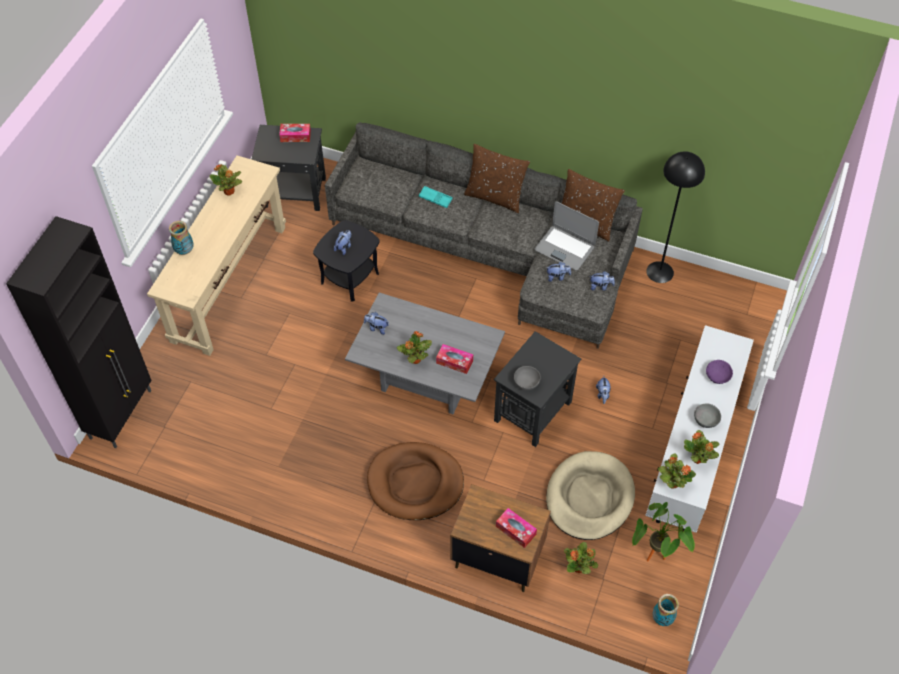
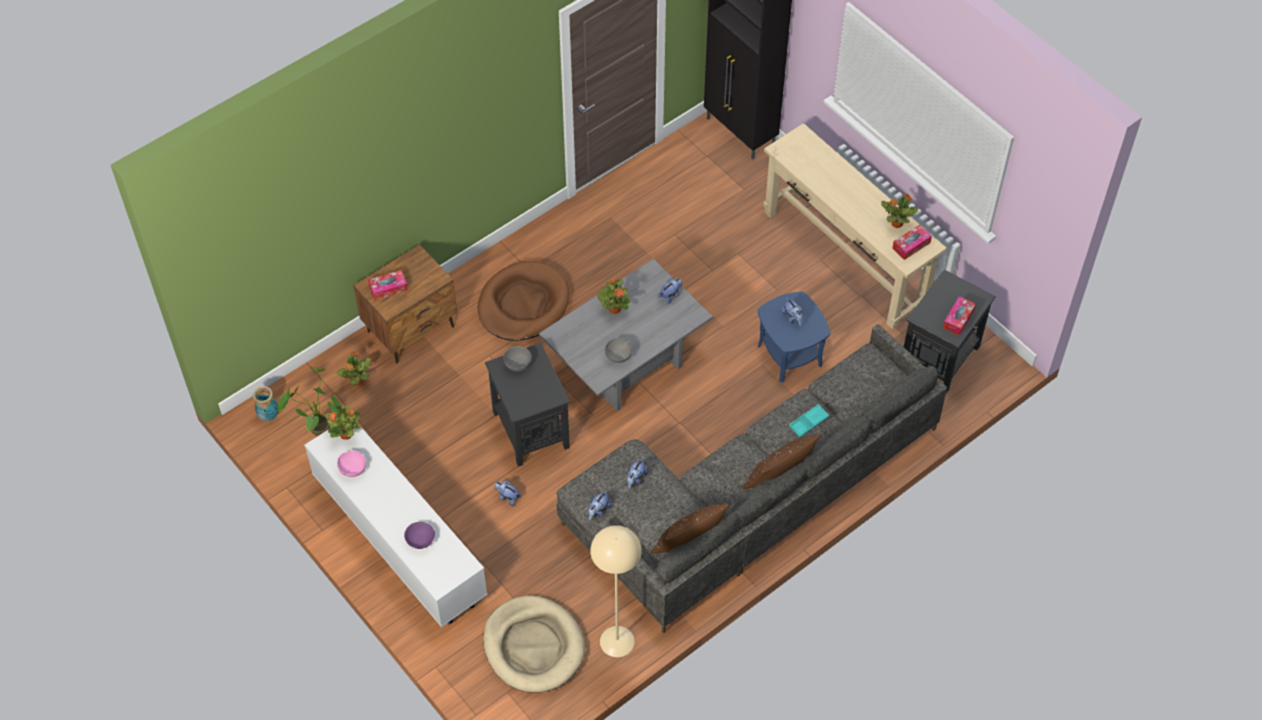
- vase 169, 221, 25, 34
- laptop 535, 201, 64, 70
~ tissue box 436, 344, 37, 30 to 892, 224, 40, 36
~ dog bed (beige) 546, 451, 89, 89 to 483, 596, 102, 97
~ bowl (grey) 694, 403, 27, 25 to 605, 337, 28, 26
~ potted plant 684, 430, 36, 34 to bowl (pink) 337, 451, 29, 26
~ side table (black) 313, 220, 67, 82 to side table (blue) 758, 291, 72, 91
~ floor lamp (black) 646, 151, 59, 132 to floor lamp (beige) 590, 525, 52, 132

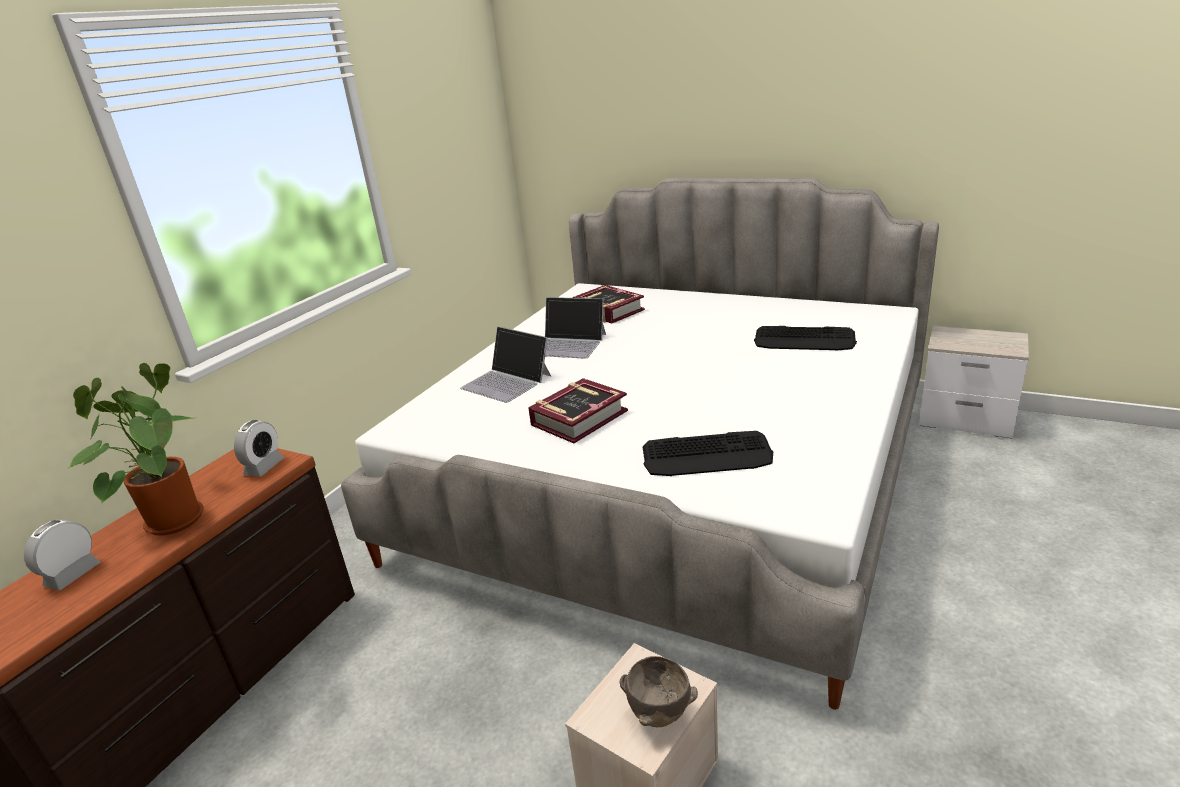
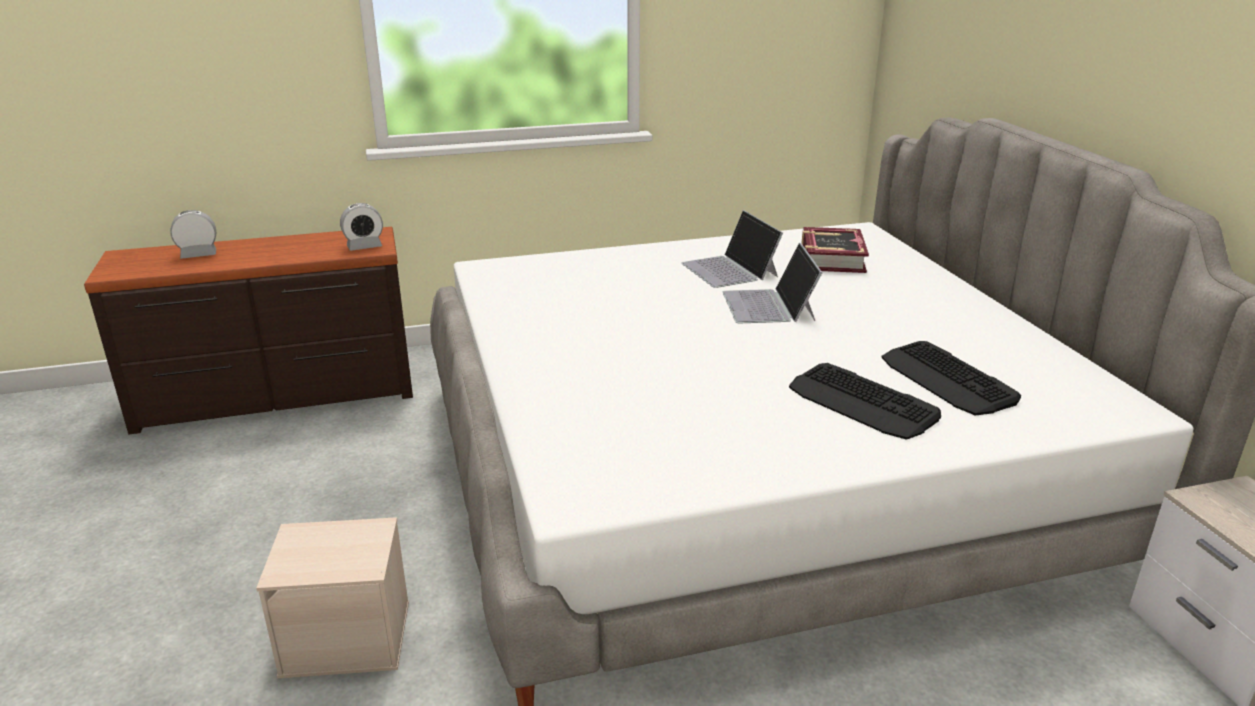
- potted plant 68, 363, 136, 173
- book 528, 378, 100, 65
- bowl (brown) 620, 656, 78, 71
~ laptop 460, 326, 91, 77 to 723, 243, 99, 81
~ keyboard 643, 431, 130, 45 to 789, 363, 152, 77

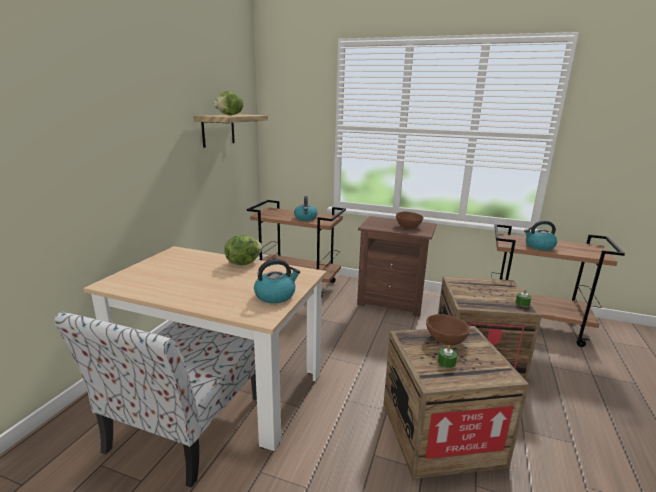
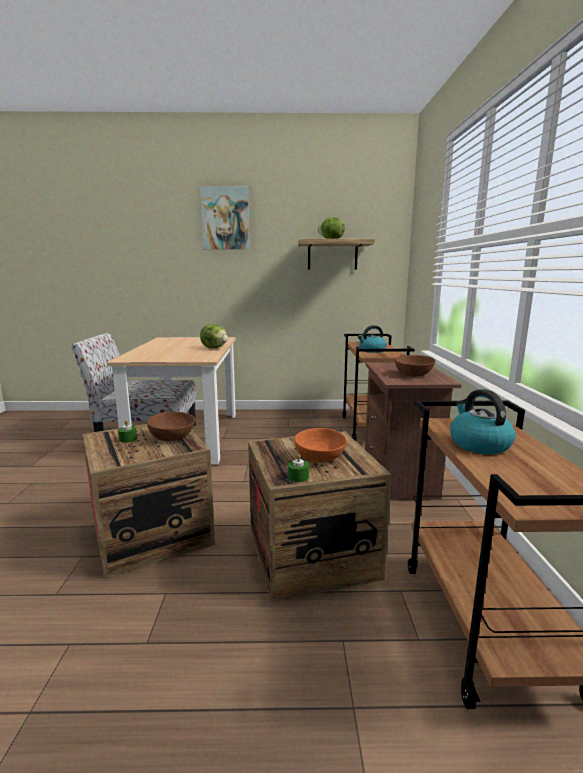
- kettle 254, 259, 46, 44
+ picture 200, 186, 50, 64
+ bowl (orange) 294, 428, 53, 35

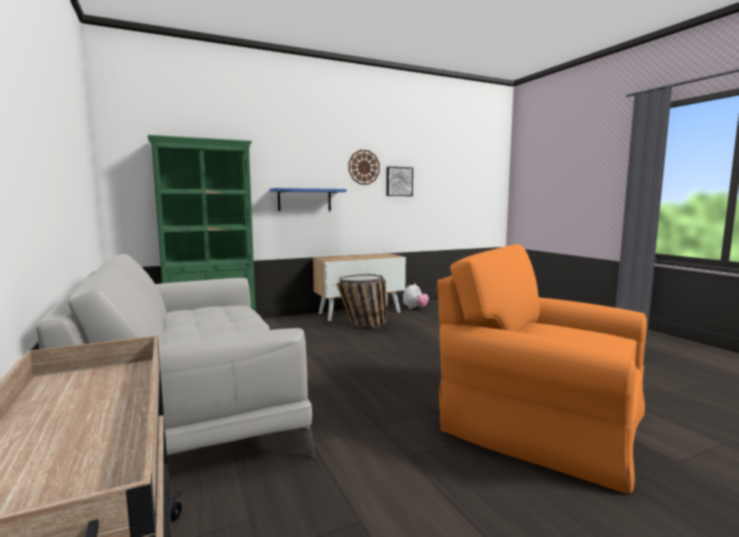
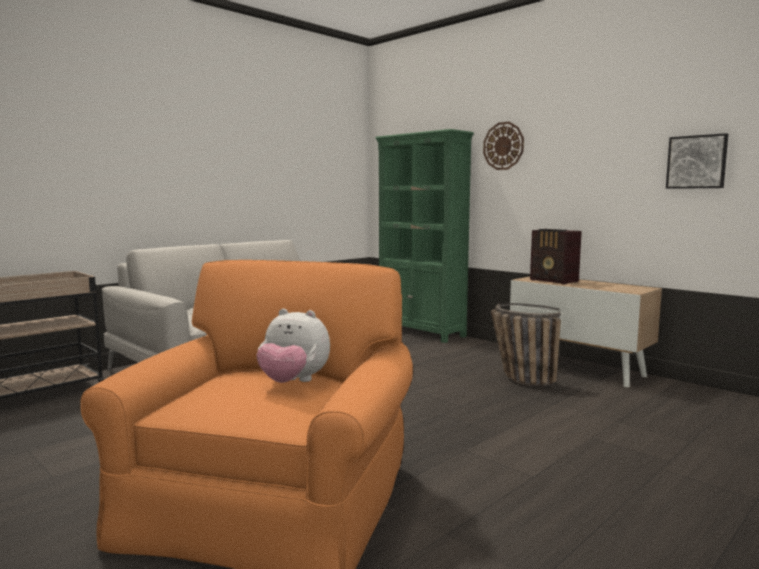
- shelf (blue) 269, 188, 78, 23
+ radio 530, 229, 52, 55
~ wall clock 349, 150, 31, 35 to 483, 122, 41, 48
~ plush toy 403, 283, 26, 26 to 256, 309, 74, 74

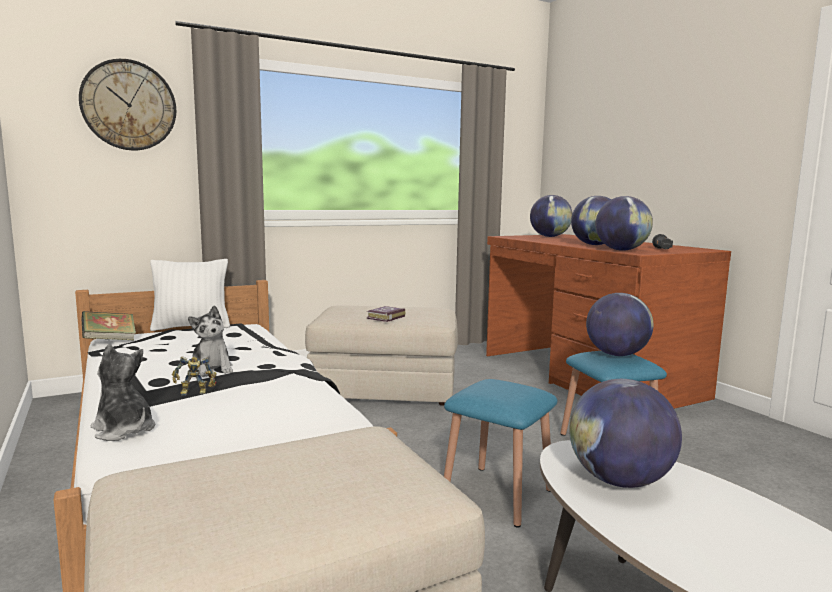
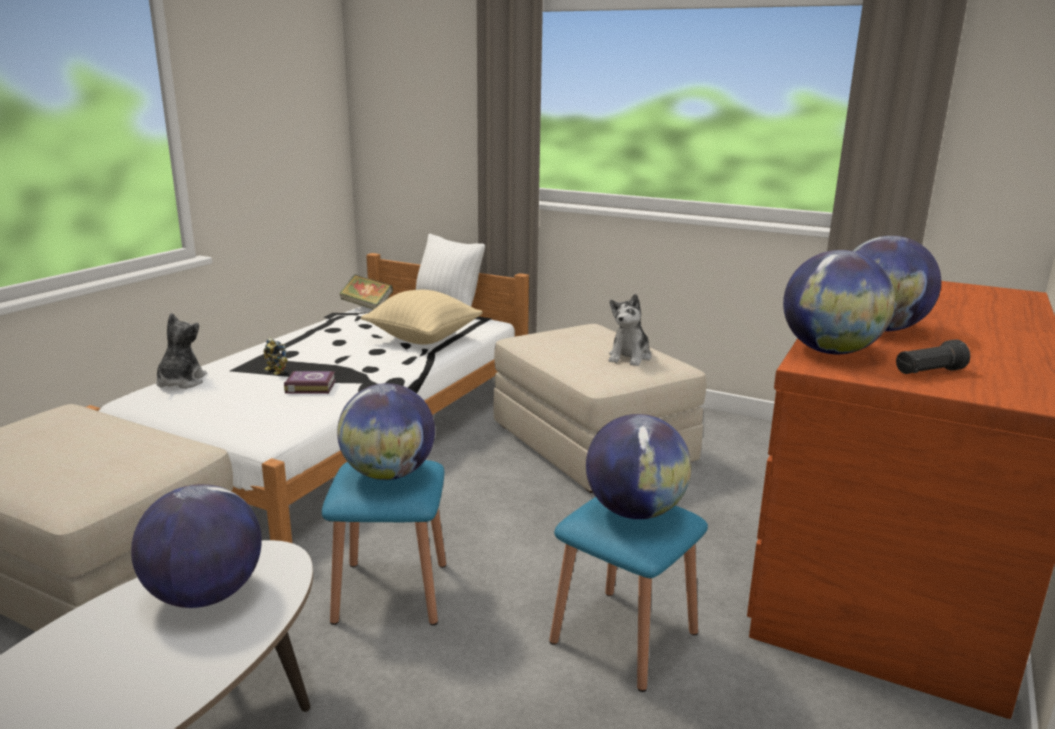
- wall clock 79, 59, 97, 91
+ pillow (beige) 361, 290, 122, 55
~ plush toy 188, 305, 45, 72 to 609, 294, 42, 72
~ book 367, 306, 38, 16 to 284, 371, 52, 23
~ globe 530, 195, 42, 42 to 337, 383, 98, 97

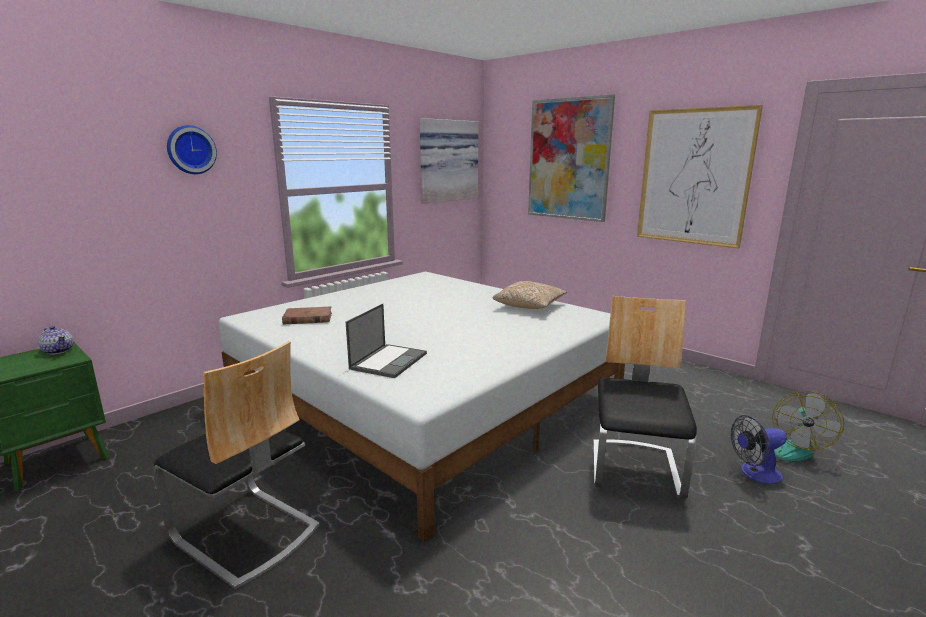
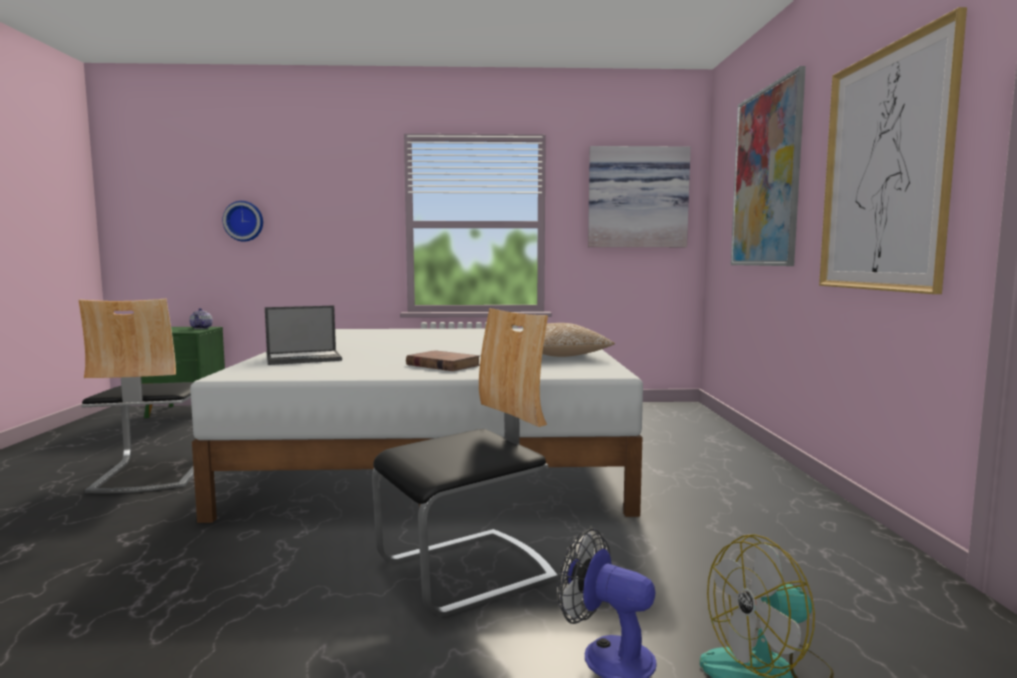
~ wall clock 167, 125, 50, 49 to 222, 201, 41, 41
~ book (brown) 282, 306, 50, 19 to 406, 350, 75, 21

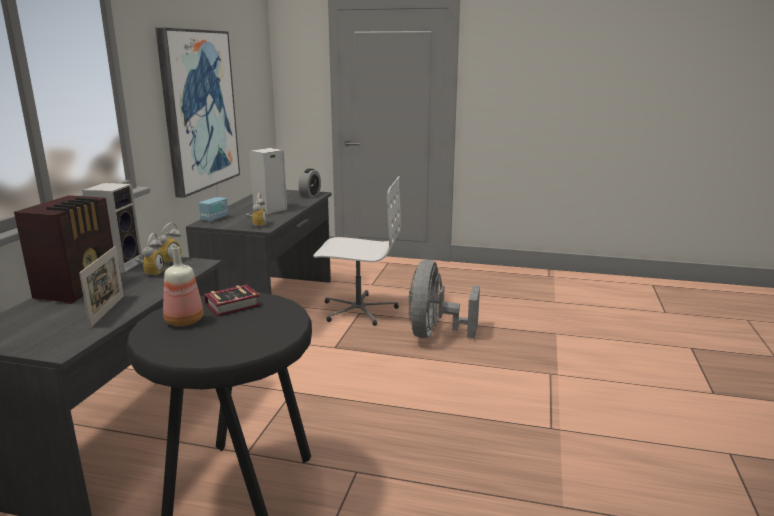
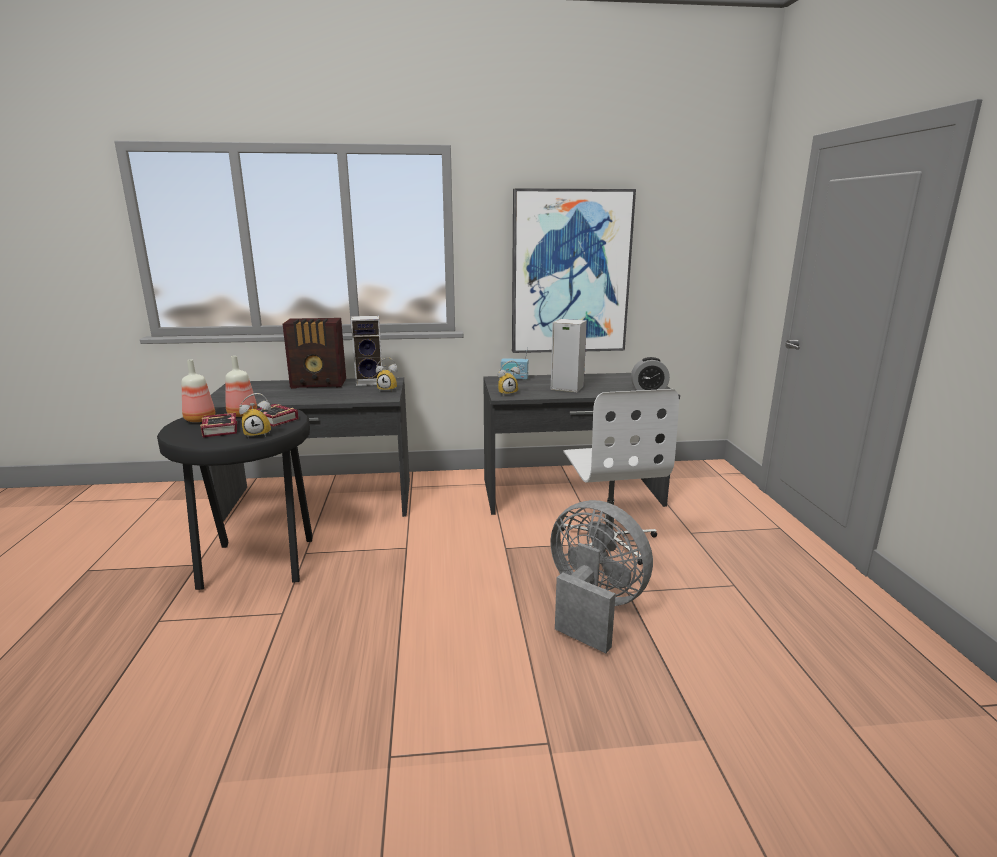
- picture frame 79, 246, 45, 82
+ bottle 182, 360, 33, 62
+ book 200, 413, 37, 24
~ alarm clock 135, 233, 30, 44 to 239, 393, 32, 44
~ fan (grey) 408, 260, 72, 78 = 550, 500, 103, 153 45 degrees clockwise

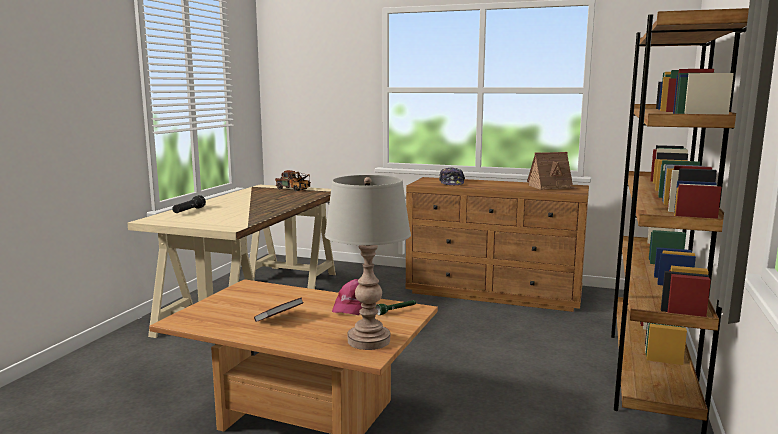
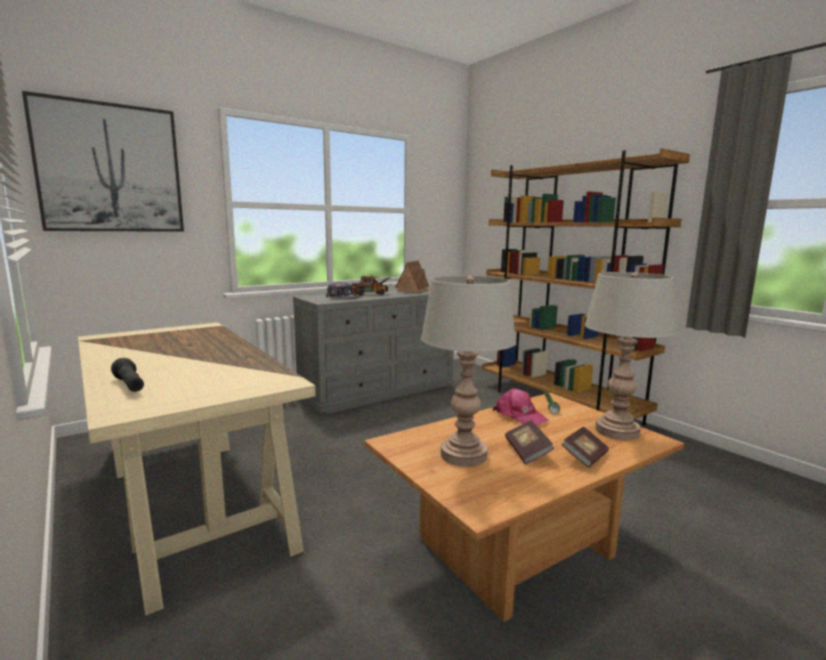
+ picture 22, 91, 162, 141
+ table lamp (grey) 421, 276, 95, 191
+ book 561, 426, 48, 42
~ toy truck 275, 170, 36, 21 to 352, 276, 40, 20
~ dresser (brown) 406, 177, 183, 135 to dresser (grey) 293, 287, 161, 128

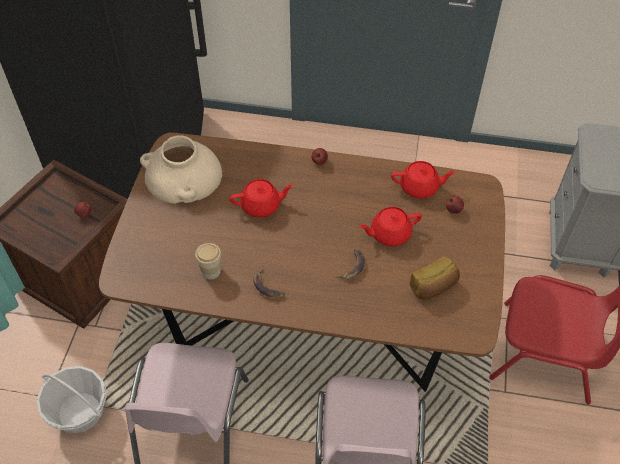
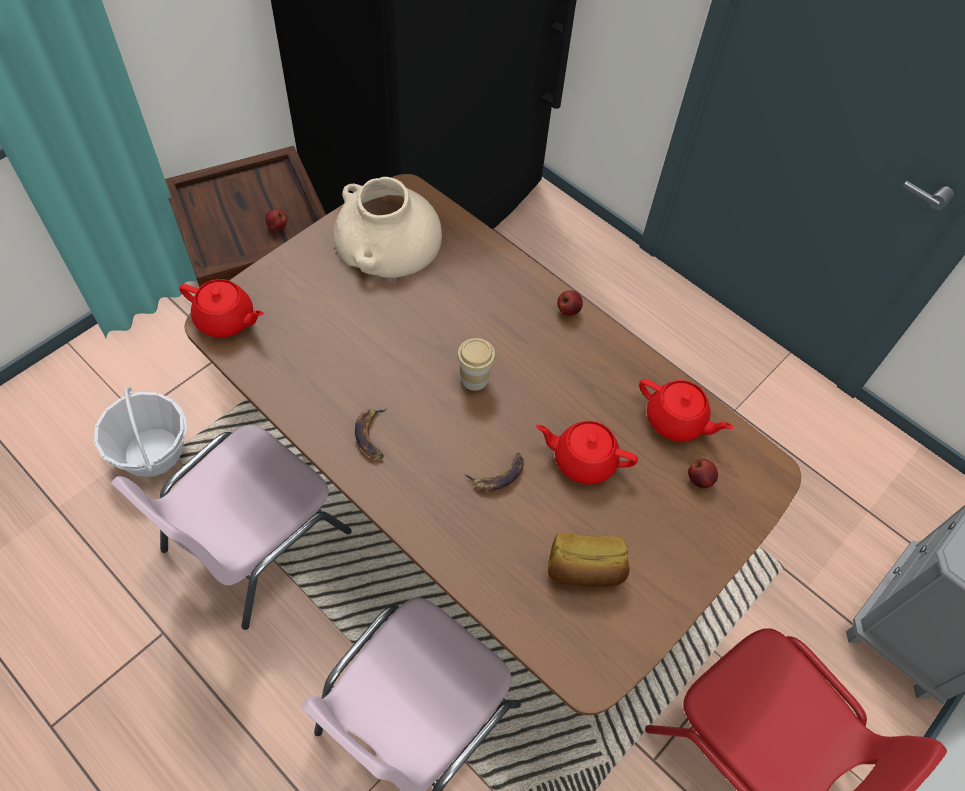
~ cup 195, 243, 26, 36 to 457, 338, 38, 53
~ teapot (red) 229, 179, 65, 39 to 179, 279, 85, 59

